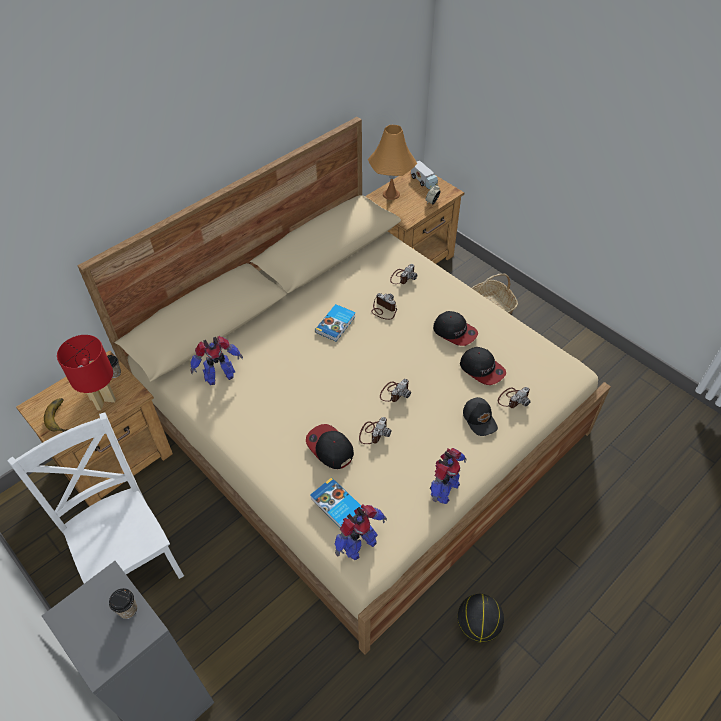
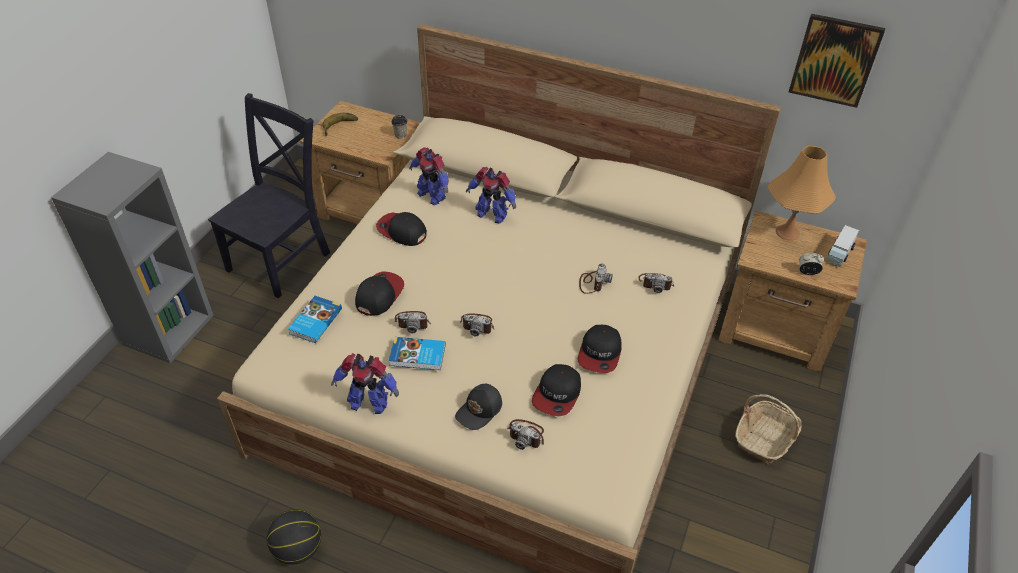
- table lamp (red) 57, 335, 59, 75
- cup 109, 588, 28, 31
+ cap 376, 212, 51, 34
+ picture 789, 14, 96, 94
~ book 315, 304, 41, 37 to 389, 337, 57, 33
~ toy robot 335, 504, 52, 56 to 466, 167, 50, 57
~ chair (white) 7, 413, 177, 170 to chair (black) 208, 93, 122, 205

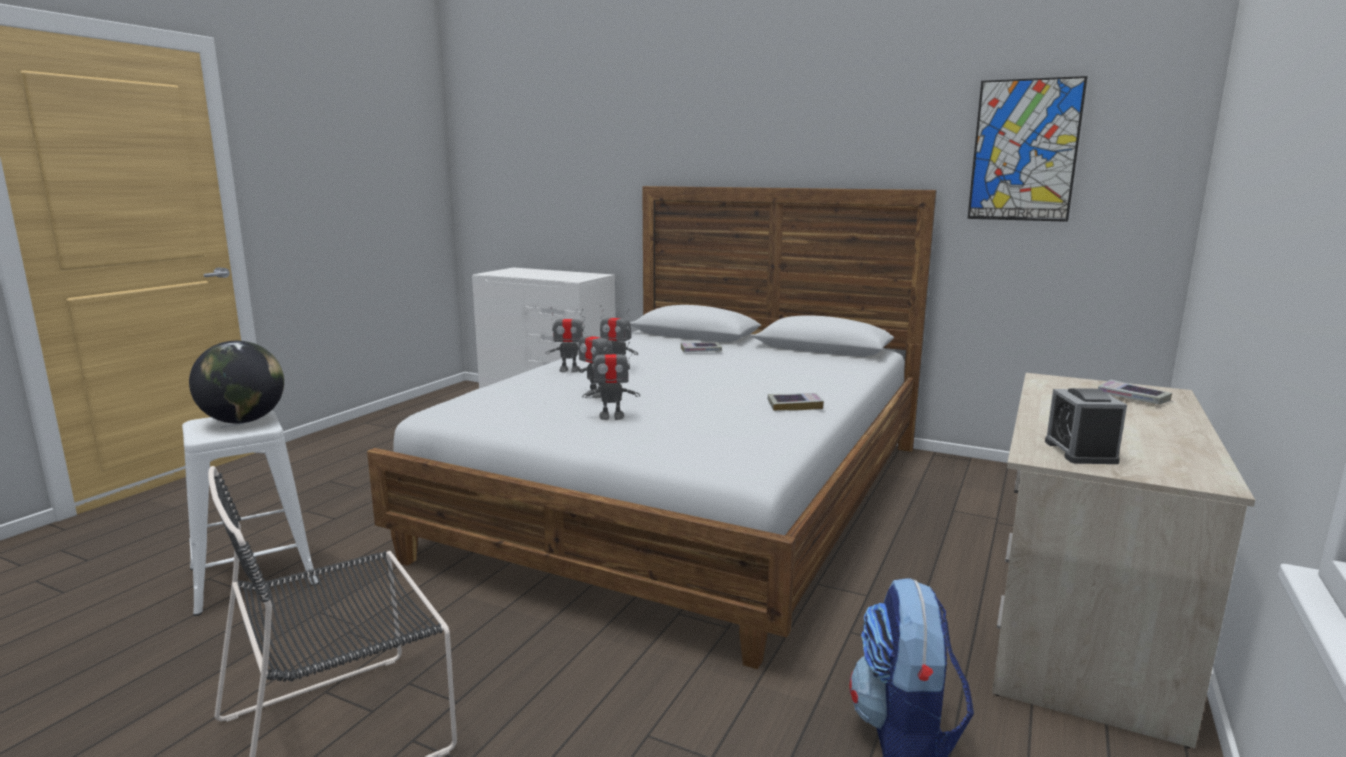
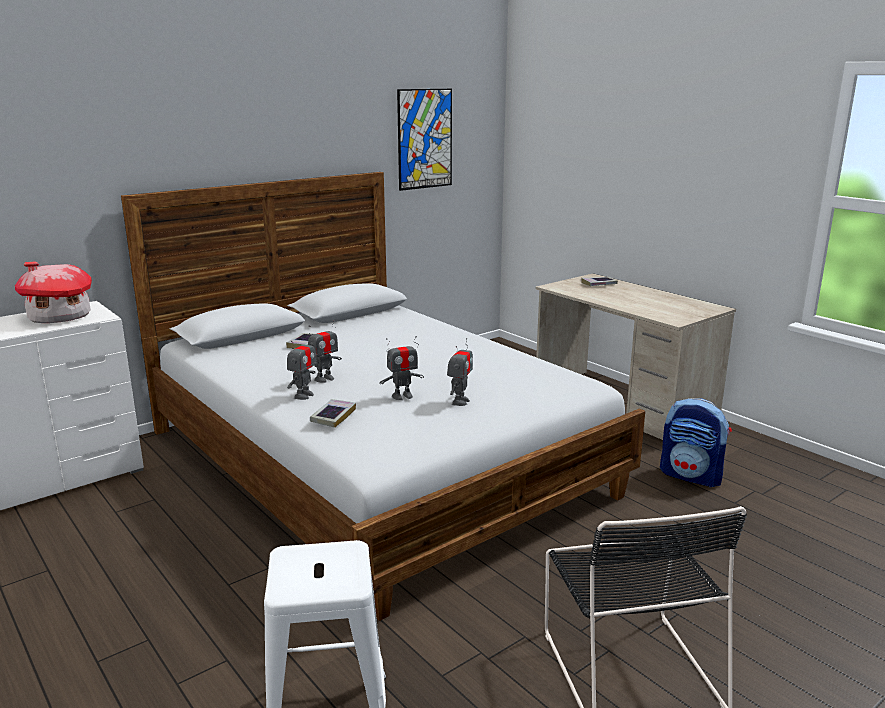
- globe 189, 341, 95, 82
- alarm clock 1045, 388, 82, 76
+ toy house 15, 261, 77, 62
~ book 768, 393, 56, 18 to 310, 399, 46, 29

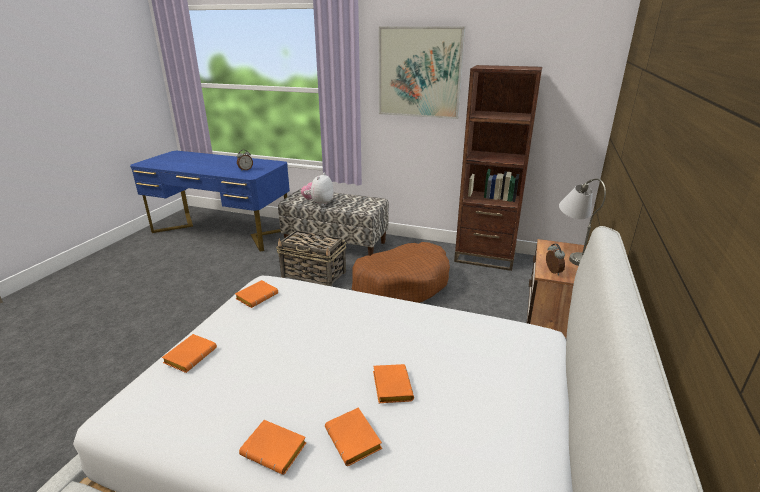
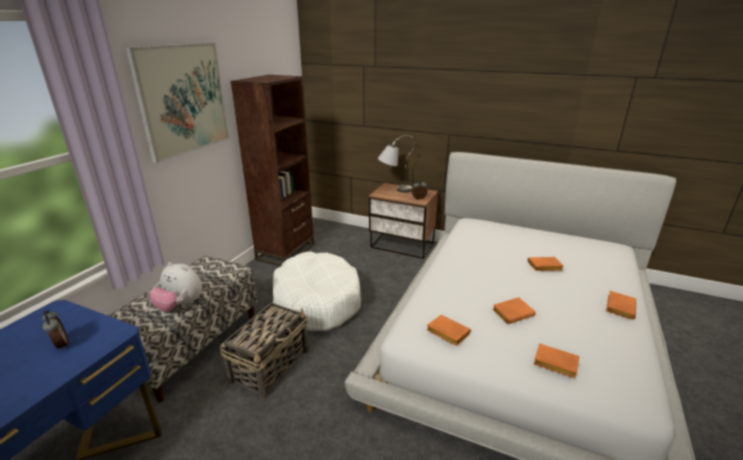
~ book (orange) 325, 407, 57, 59 to 492, 297, 44, 27
~ dog bed (brown) 352, 242, 98, 61 to dog bed (white) 273, 251, 88, 80

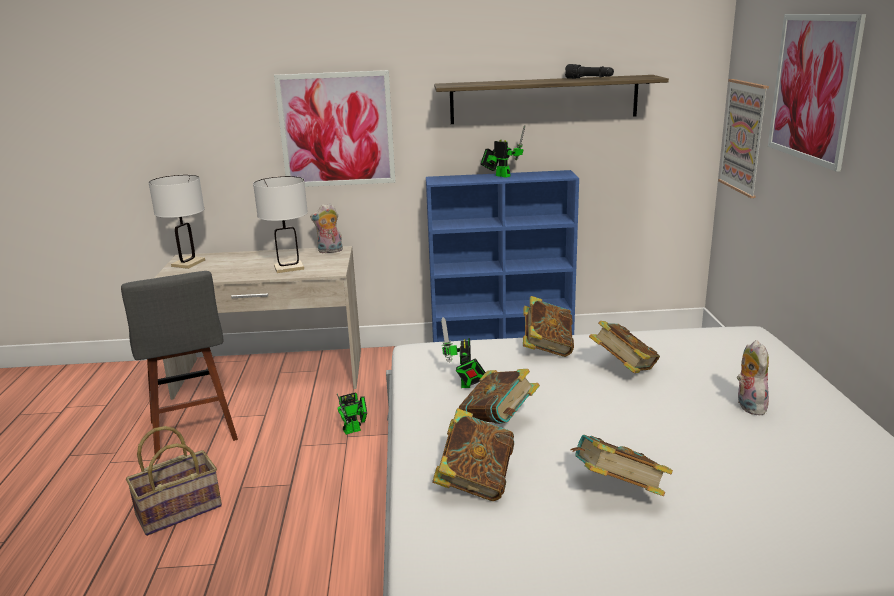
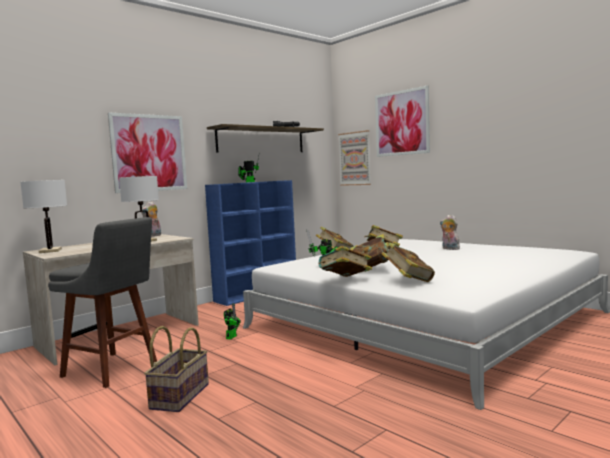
~ book 570, 434, 103, 62 to 319, 246, 53, 31

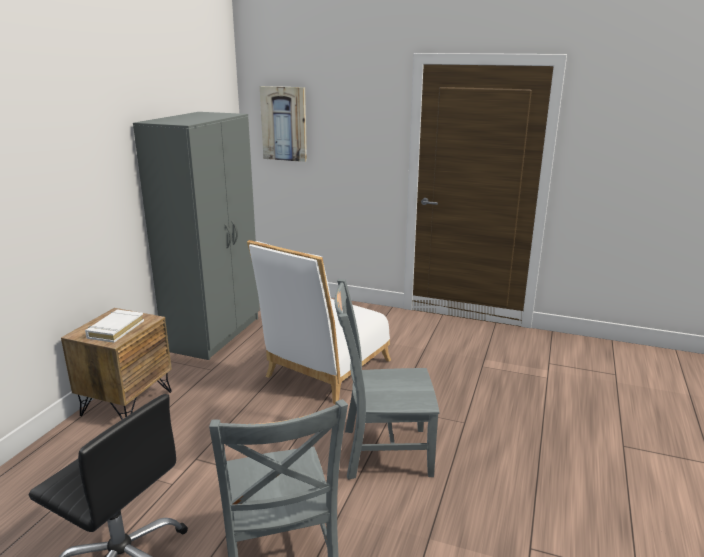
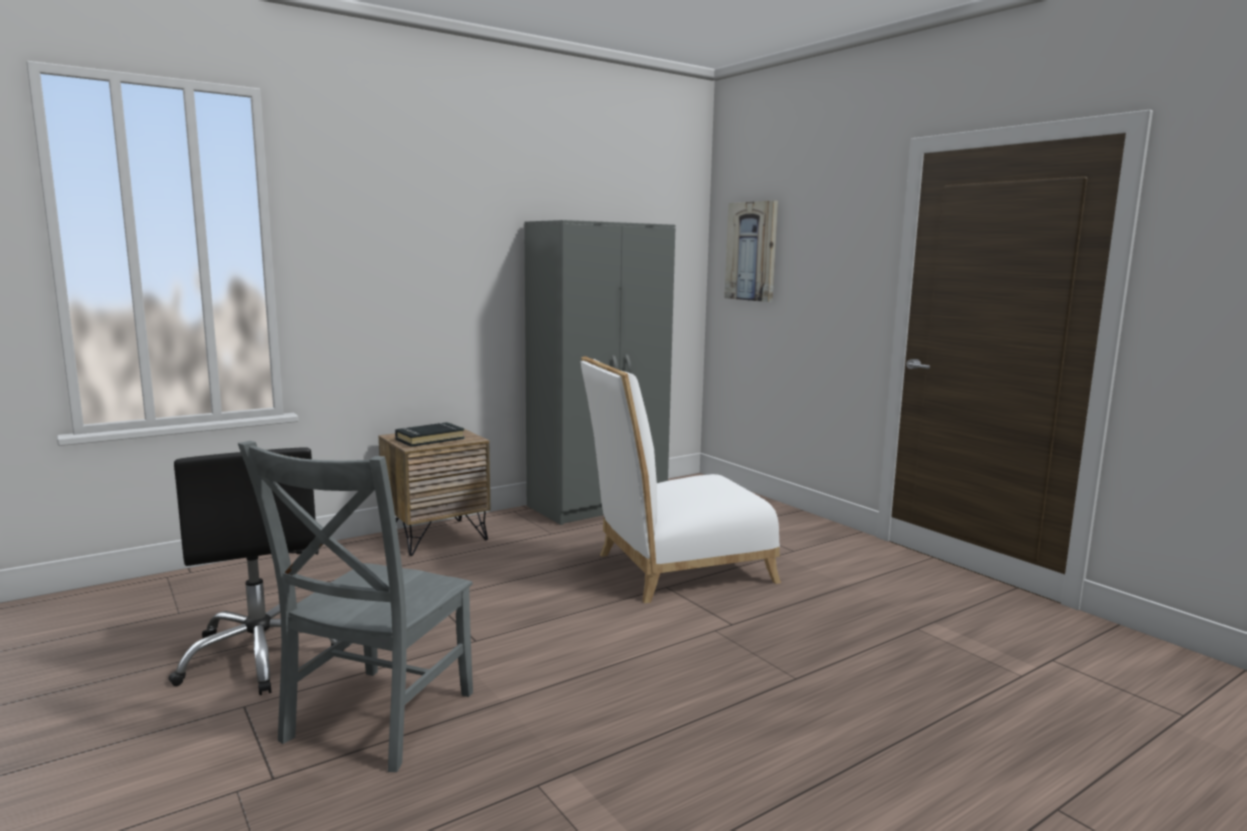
- chair (grey) 334, 279, 106, 201
~ book (white) 85, 310, 59, 33 to book (black) 395, 422, 70, 25

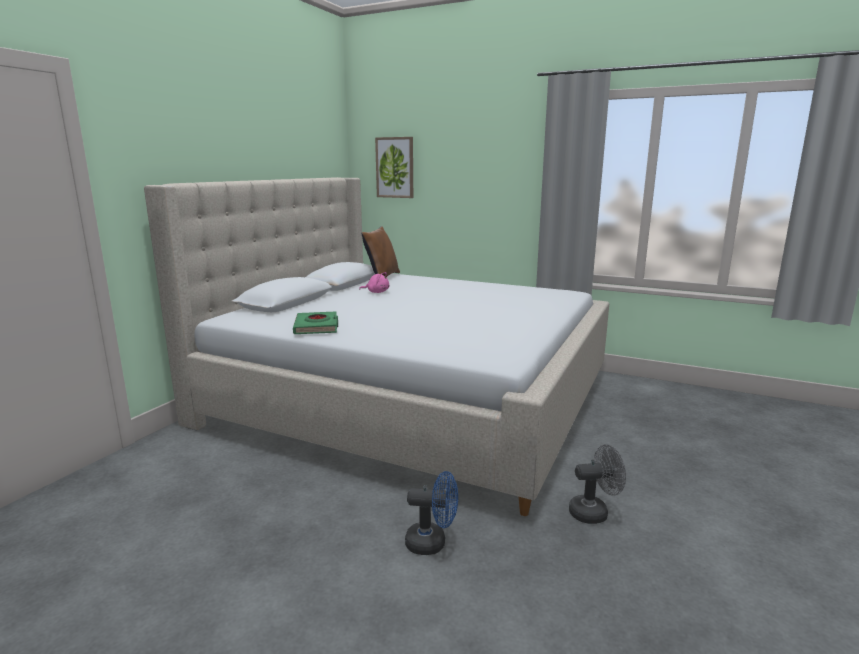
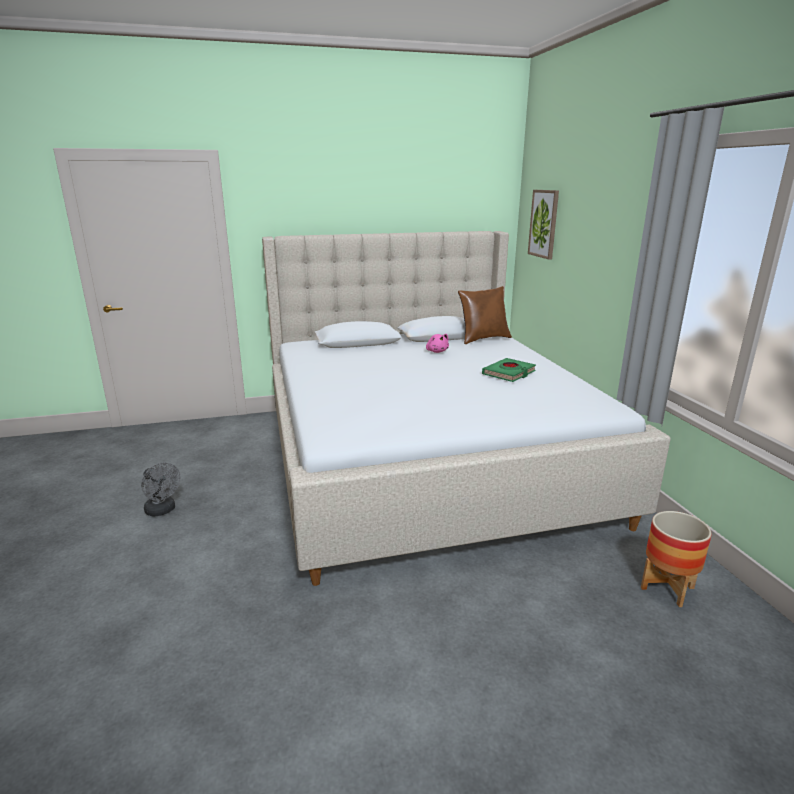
- fan (blue) 405, 471, 53, 84
+ planter 641, 511, 71, 96
~ book (green) 293, 311, 45, 23 to 482, 358, 54, 24
~ fan (grey) 569, 444, 57, 80 to 141, 462, 39, 54

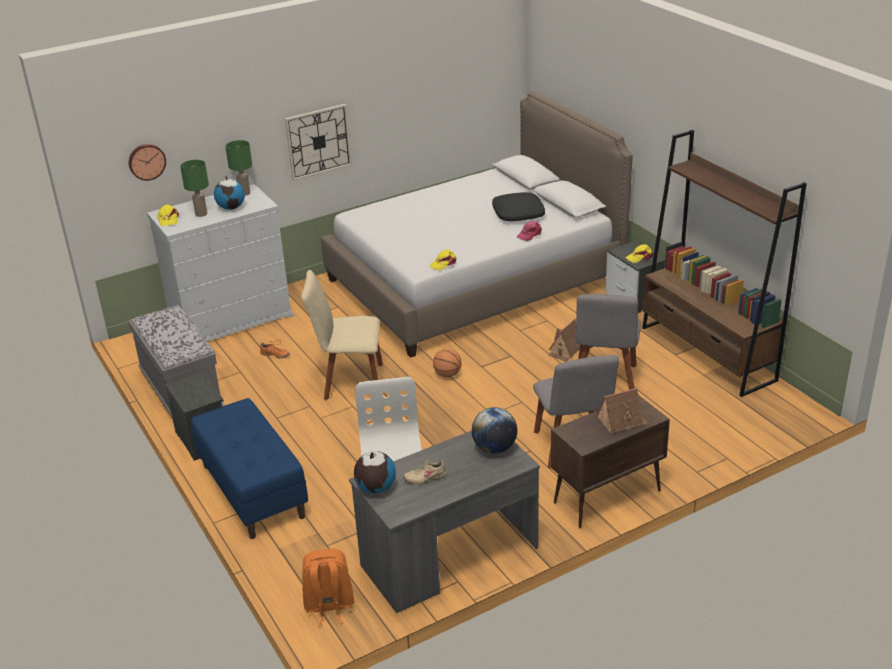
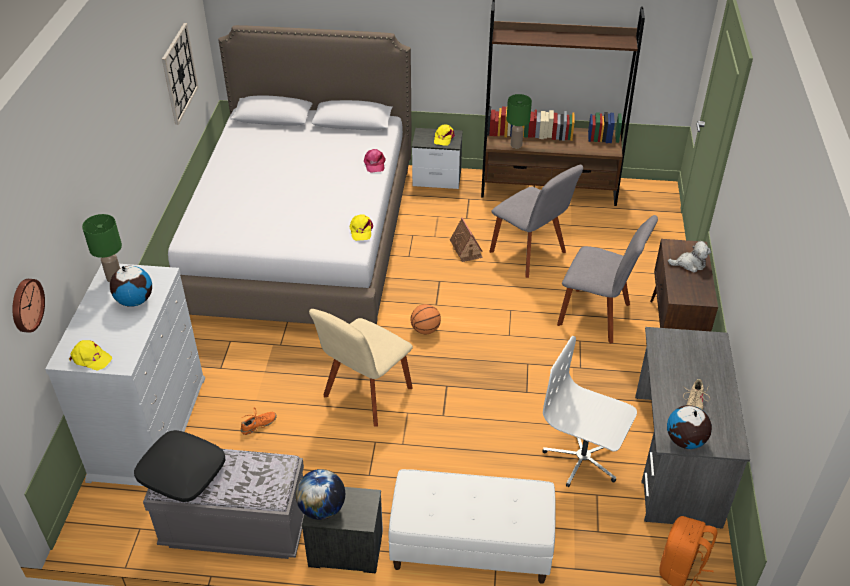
~ table lamp (green) 180, 160, 29, 57 to 507, 94, 25, 54
~ wall clock 285, 104, 67, 77 to 162, 23, 36, 102
~ globe 472, 407, 45, 46 to 296, 469, 49, 51
~ pillow (black) 492, 192, 53, 29 to 134, 430, 91, 72
~ toy house 597, 388, 51, 45 to plush toy 668, 241, 43, 32
~ bench (blue) 191, 398, 117, 141 to bench (white) 388, 469, 168, 115

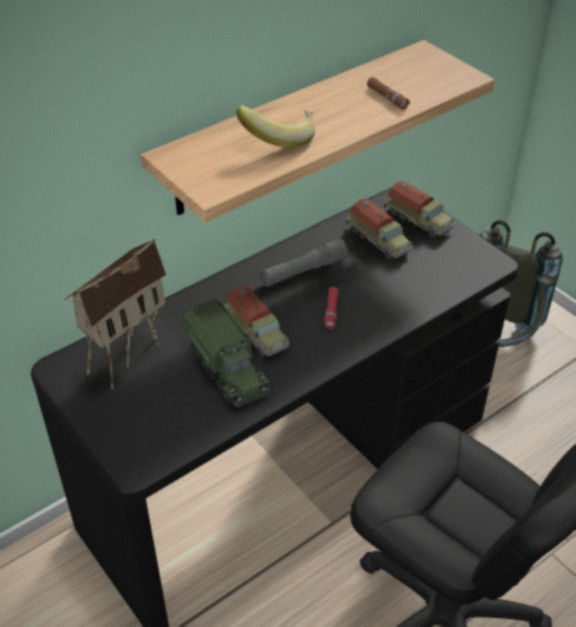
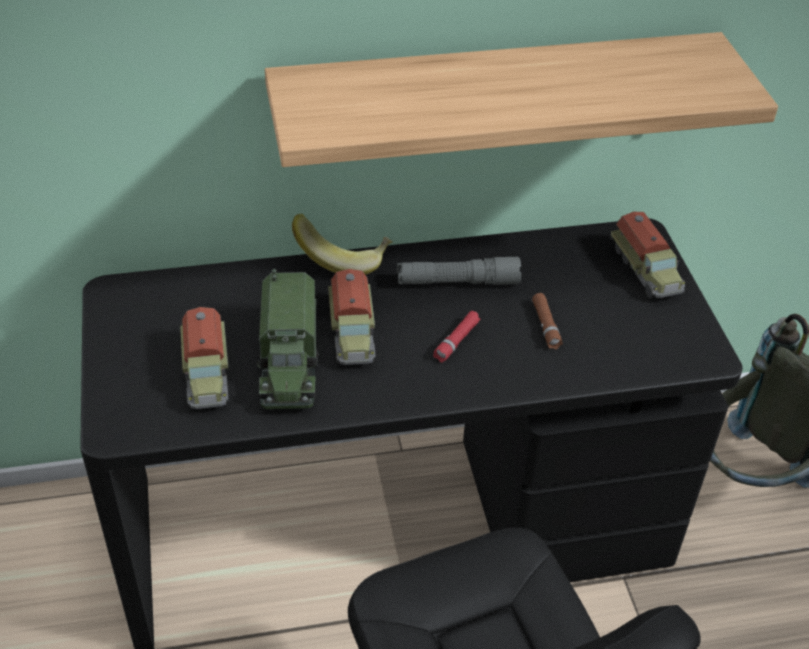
- toy house 64, 238, 102, 152
~ banana 236, 105, 79, 43 to 292, 214, 100, 61
~ toy truck 346, 198, 67, 62 to 180, 307, 49, 102
~ flashlight (brown) 367, 77, 43, 33 to 532, 293, 31, 57

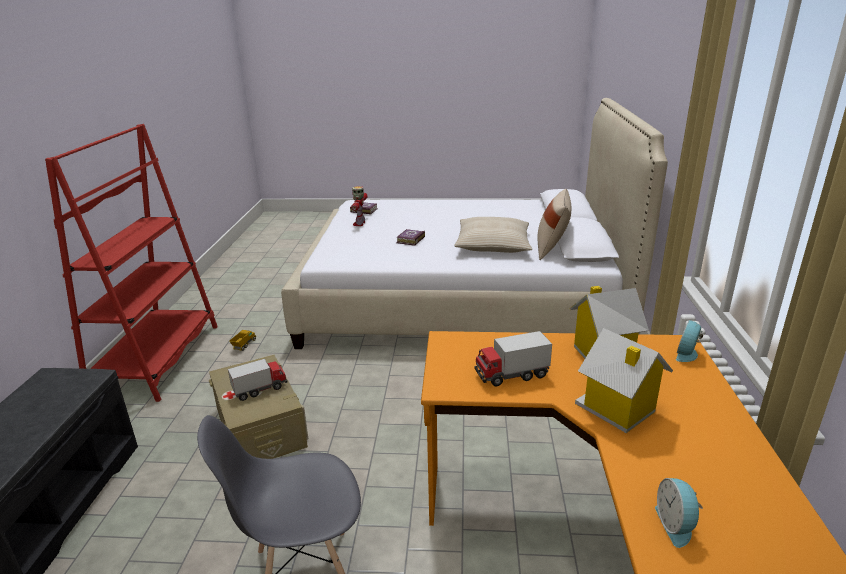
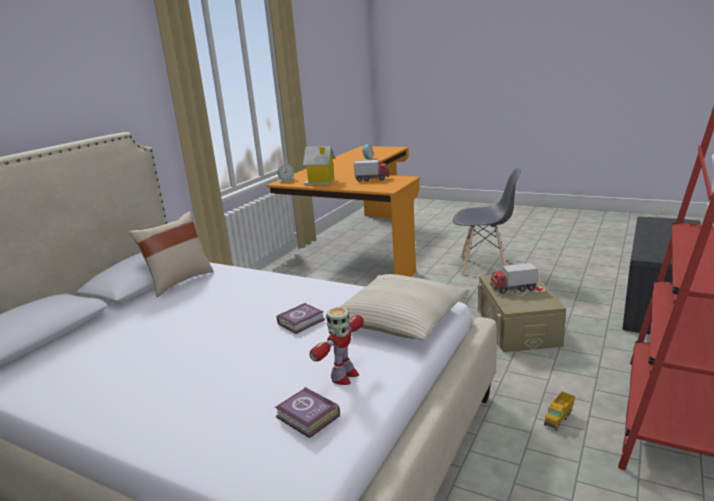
- toy house 575, 328, 98, 105
~ pillow (beige) 454, 217, 78, 36 to 326, 274, 143, 66

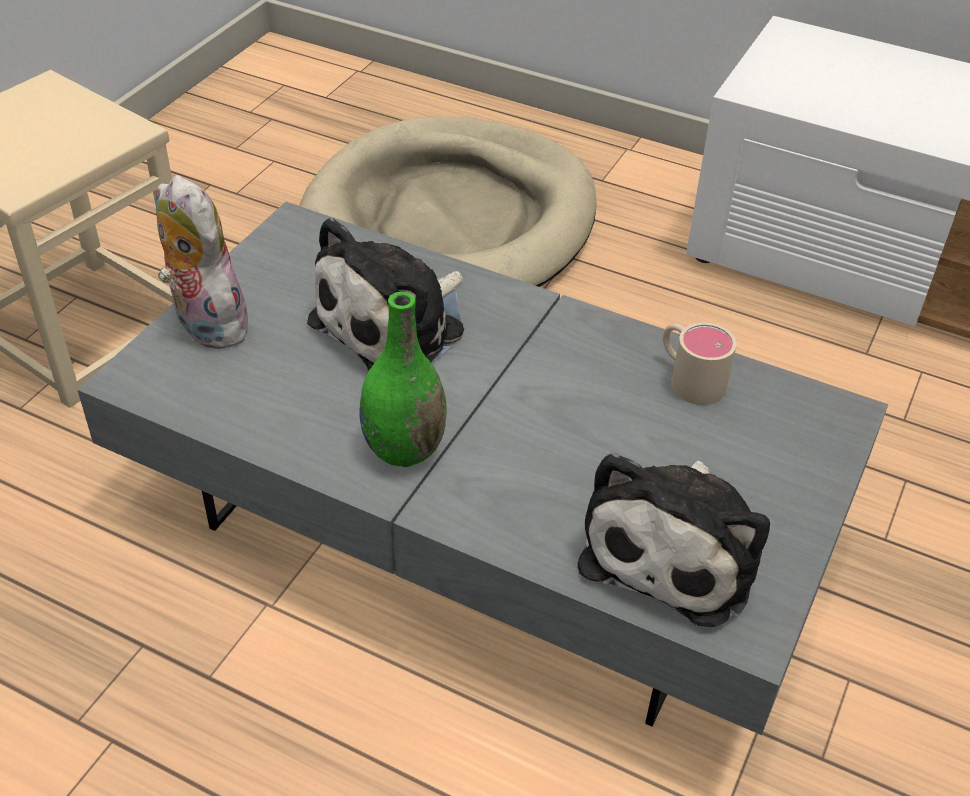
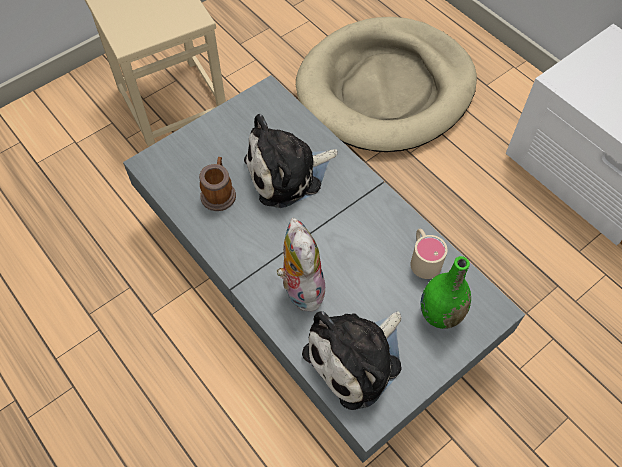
+ mug 199, 157, 37, 54
~ plush toy 156, 175, 97, 174 to 276, 218, 49, 94
~ vase (green) 359, 292, 88, 175 to 420, 256, 51, 73

